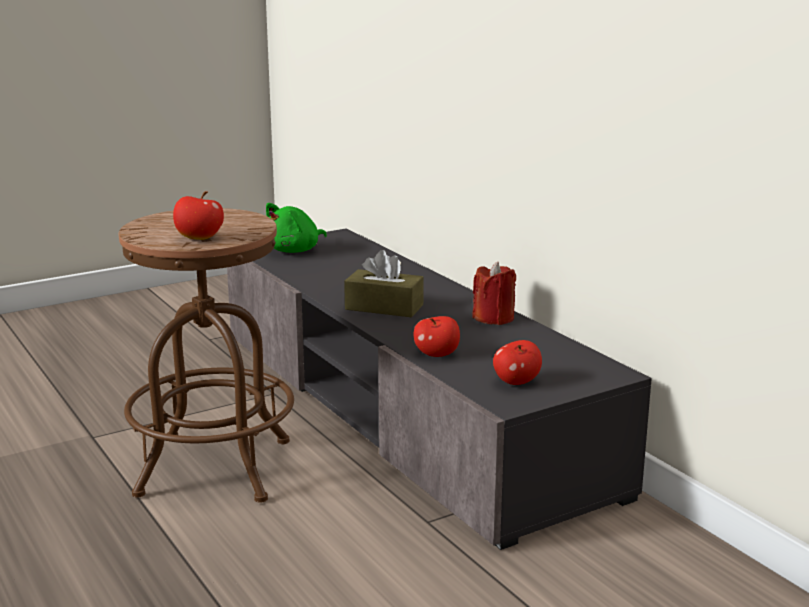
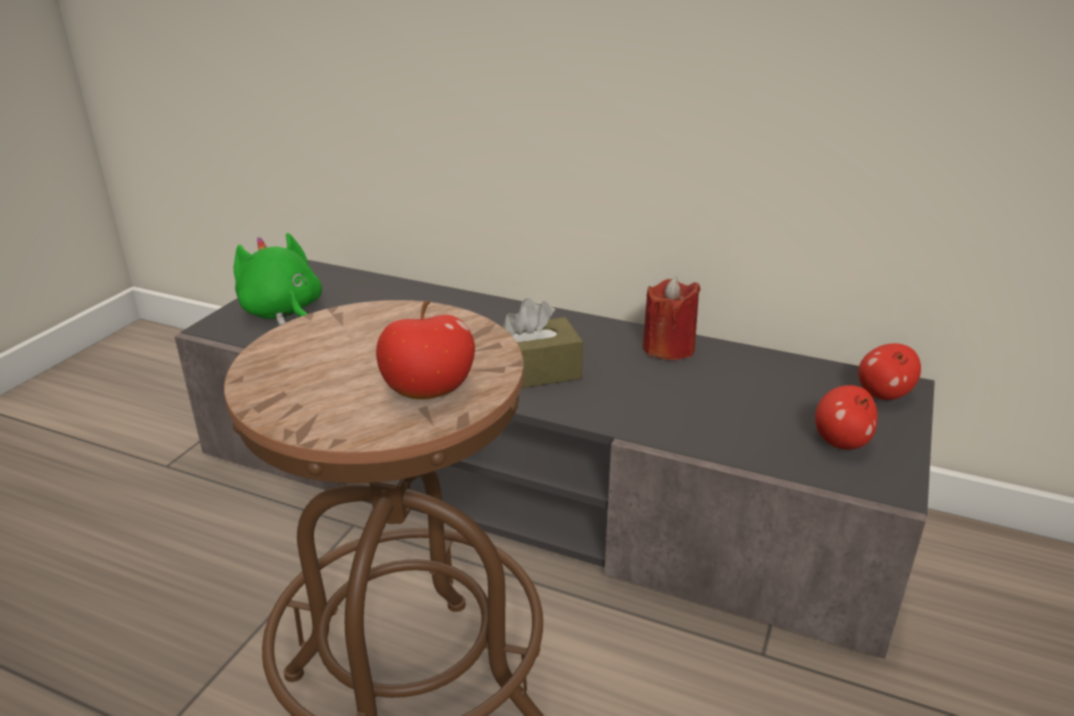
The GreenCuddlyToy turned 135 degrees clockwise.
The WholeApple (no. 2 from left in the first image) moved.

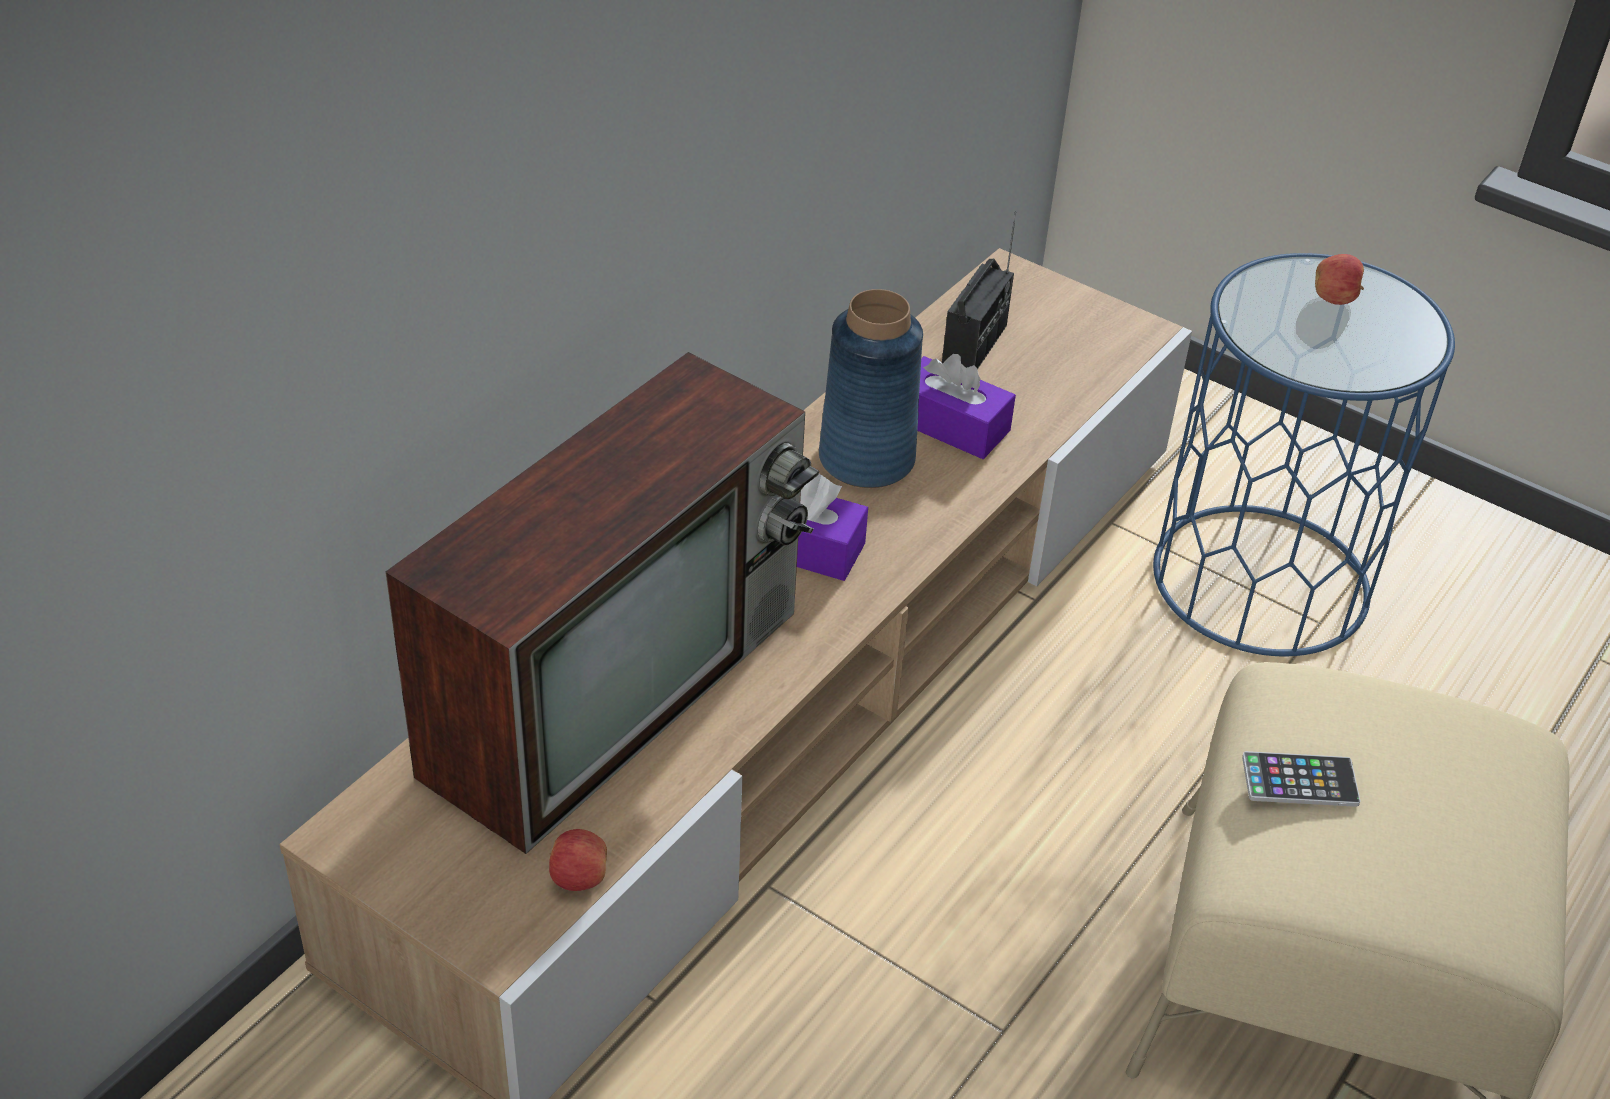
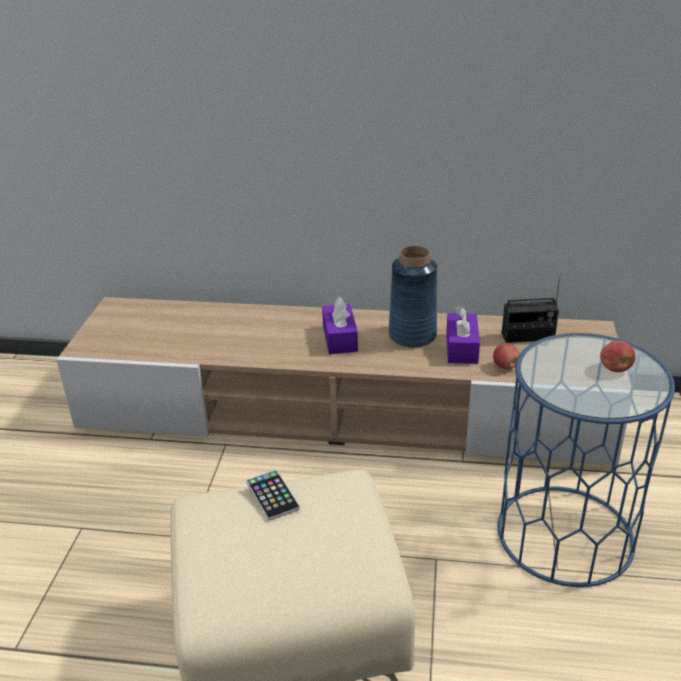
The Television disappeared.
The WholeApple (no. 1 from left) moved.

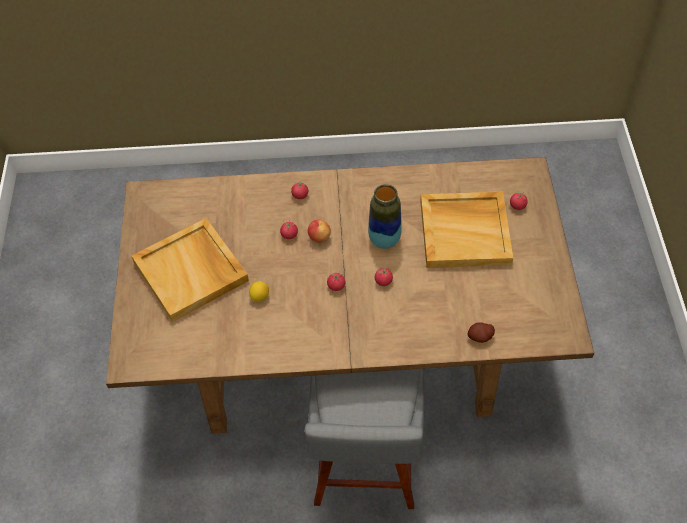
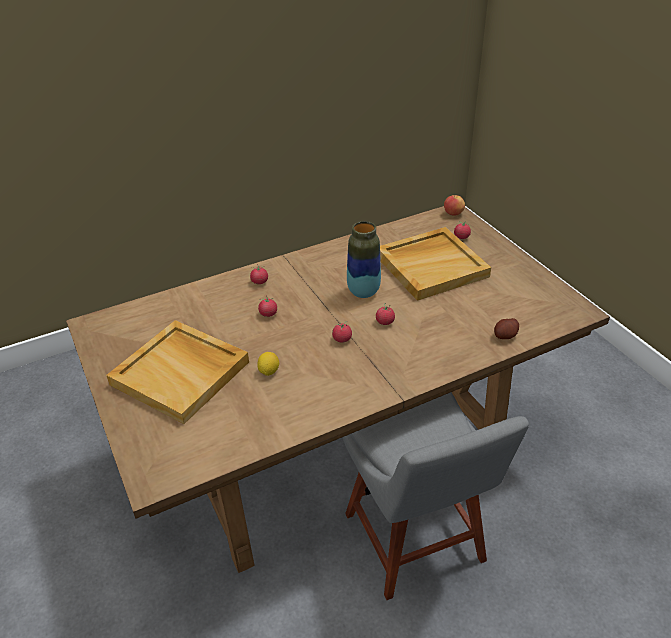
The WholeApple moved.

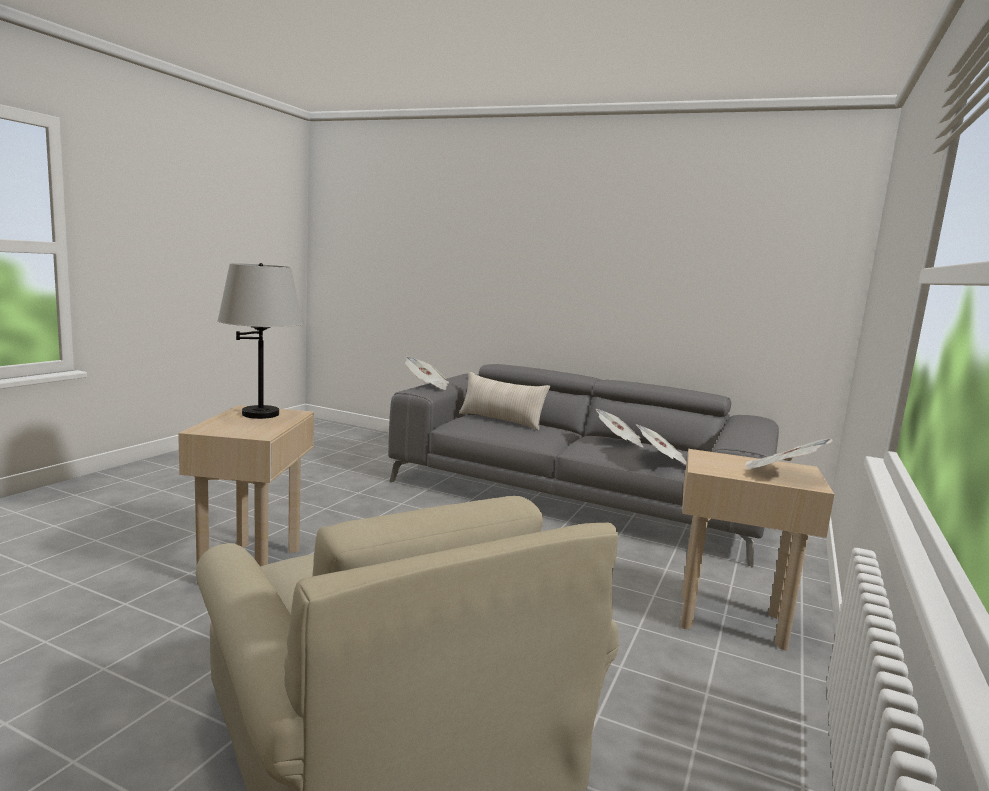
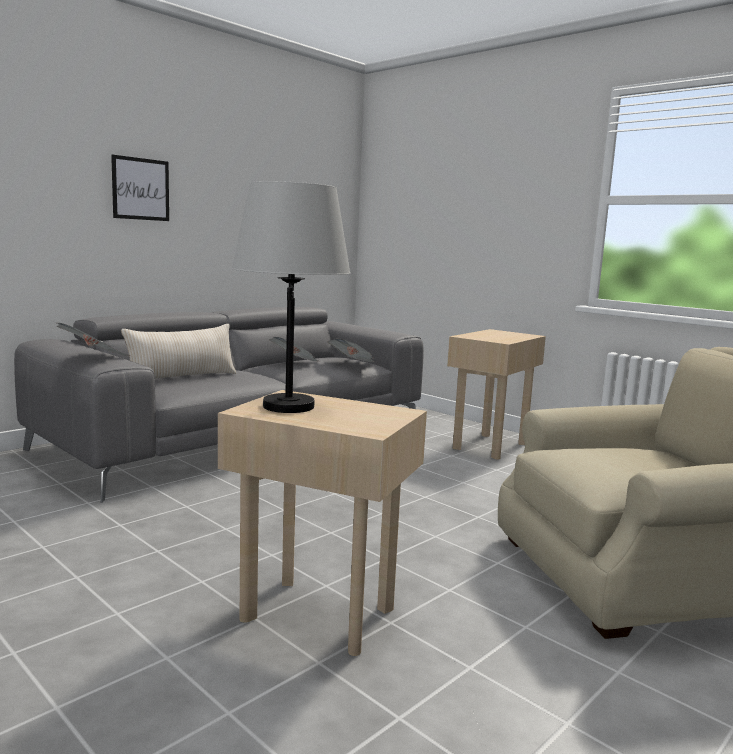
The PrintedPaper (no. 4 from left) disappeared.
The WallArt appeared.

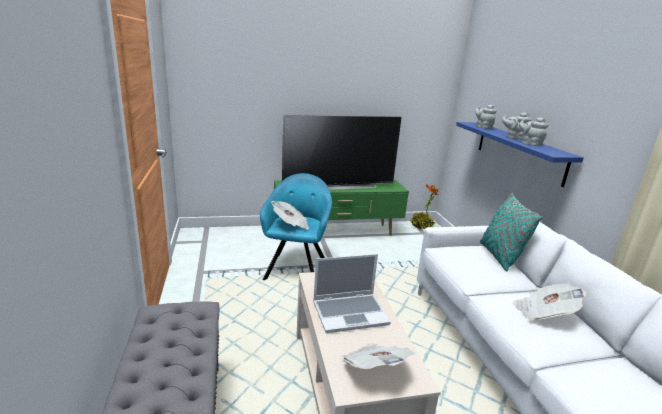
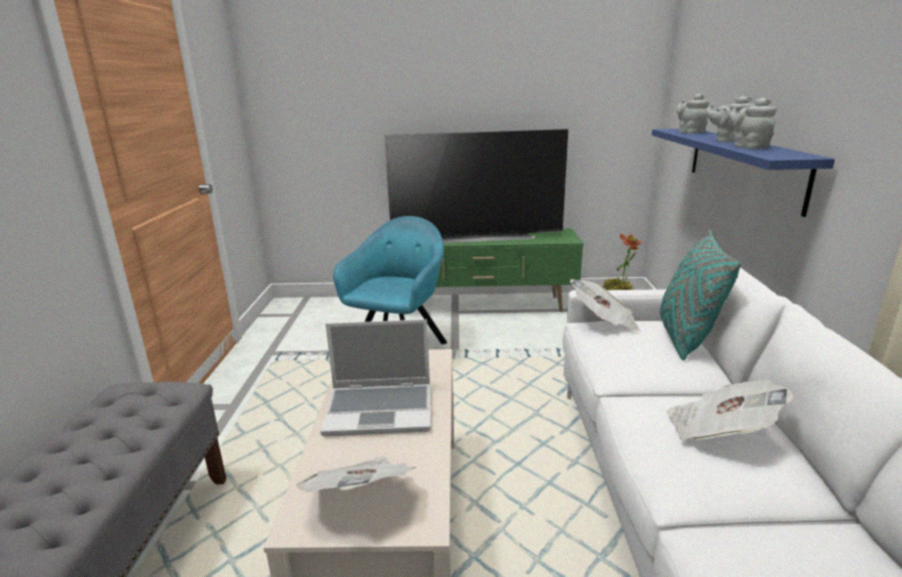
The PrintedPaper (no. 1 from left in the first image) moved.

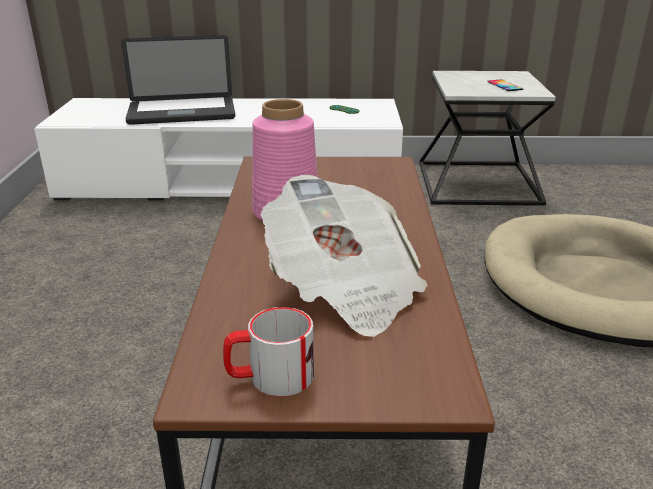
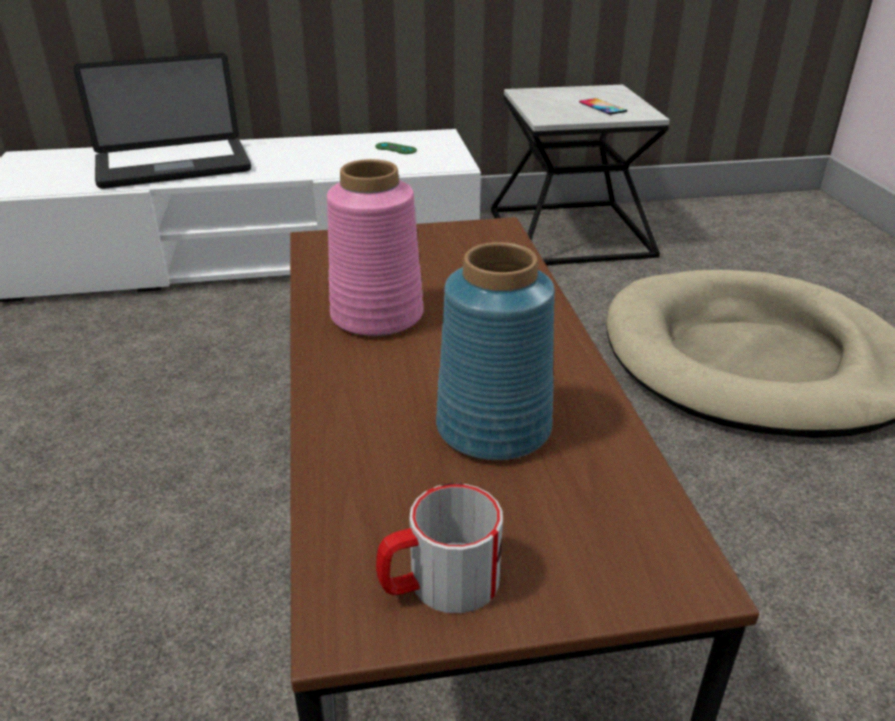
The PrintedPaper was replaced by the BluishDecorativeVase.

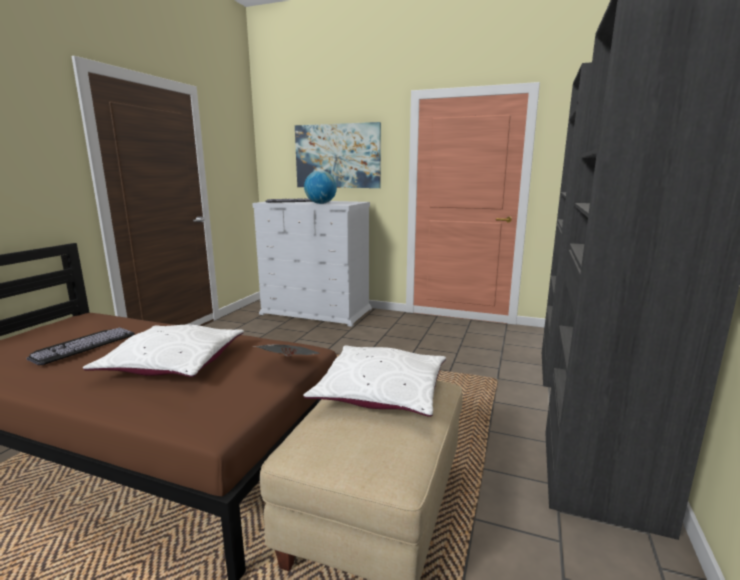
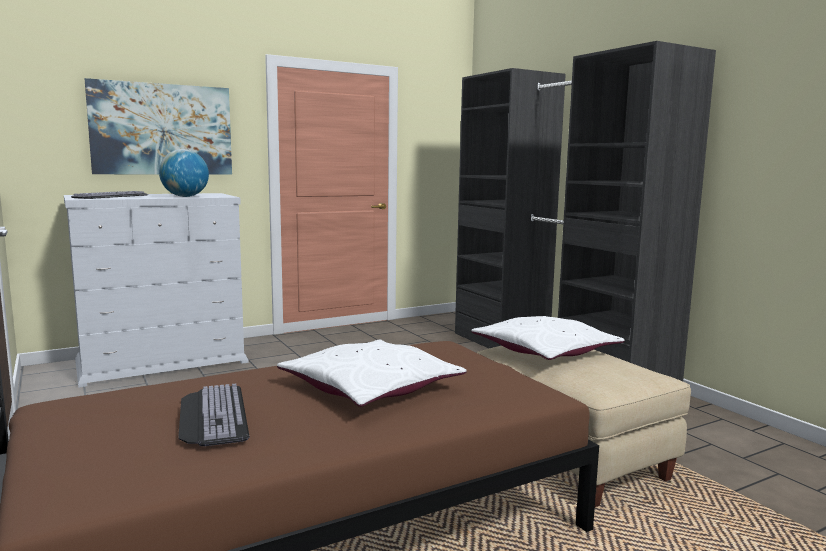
The PrintedPaper disappeared.

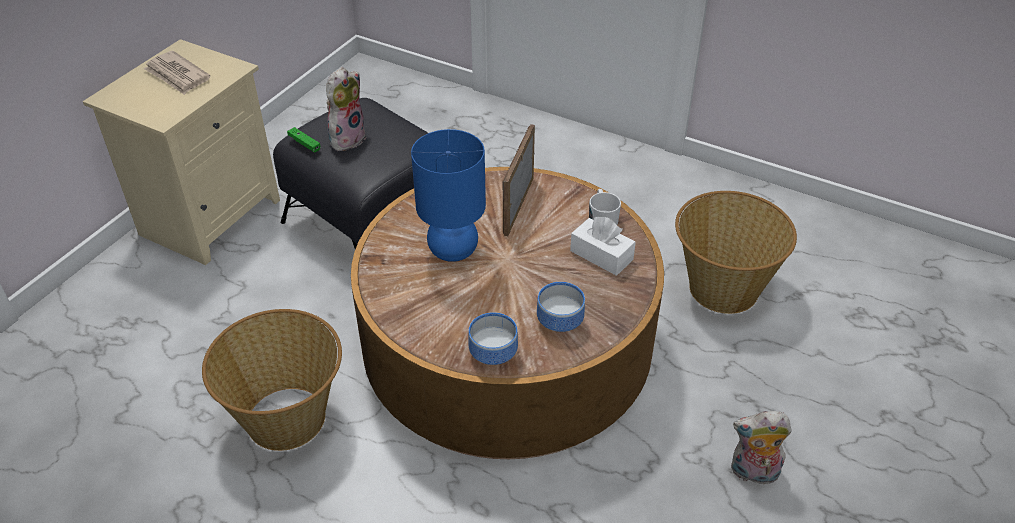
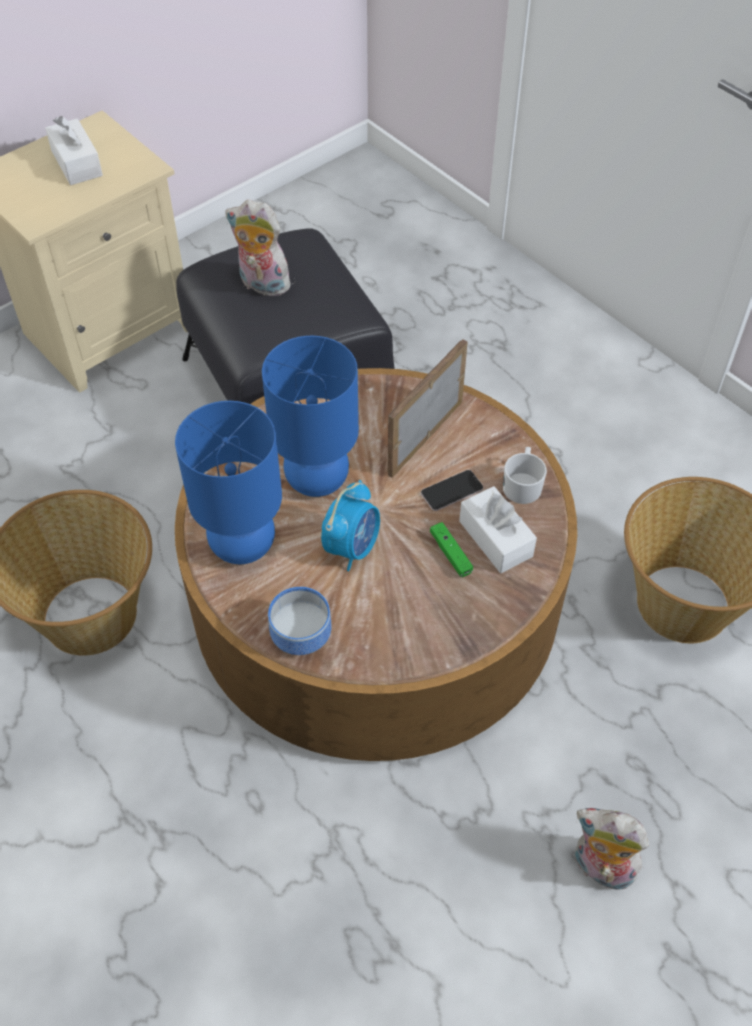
The PrintedPaper was replaced by the WhiteColouredBoxOfTissues (no. 1 from left).
The GreenGameController moved.
The CuddlyToy (no. 1 from left) turned 120 degrees counterclockwise.
The Bowl (no. 2 from left) disappeared.
The BluishTabletopLamp (no. 1 from left) appeared.
The AlarmClock appeared.
The Handset appeared.

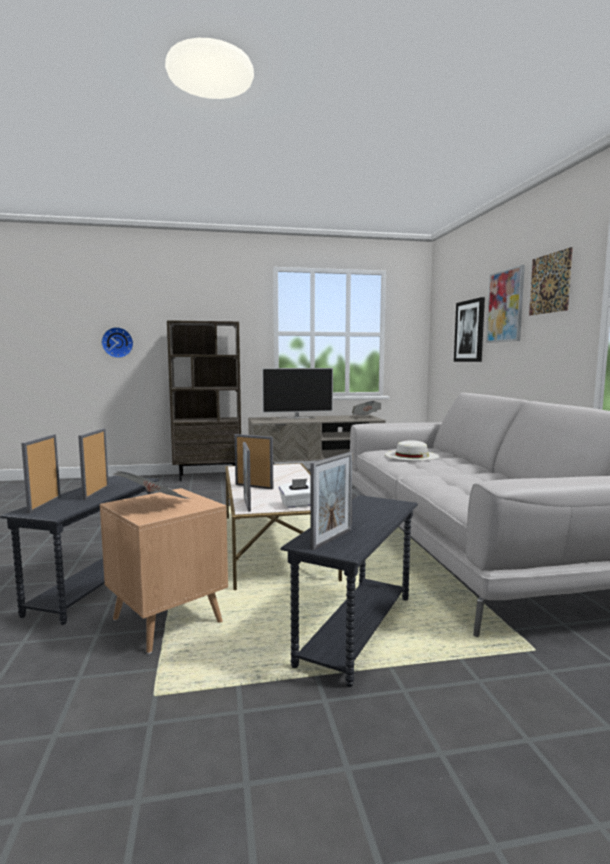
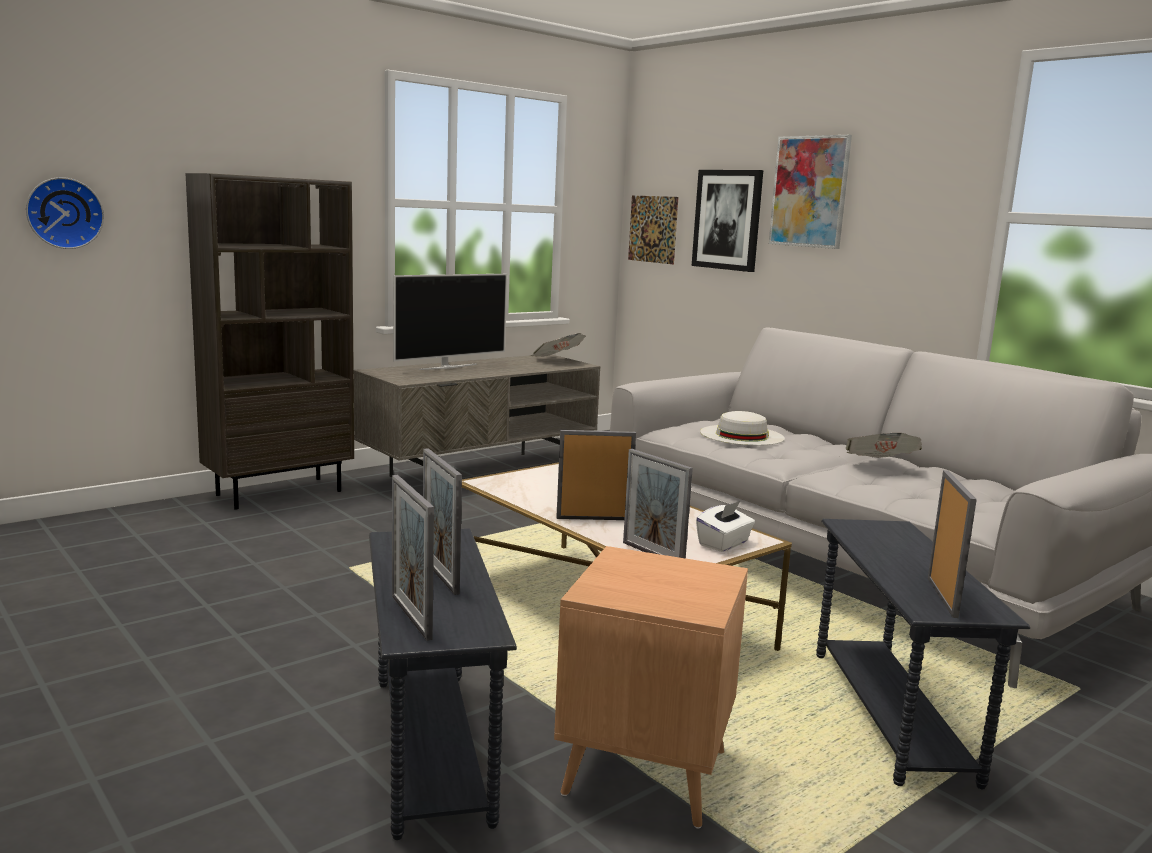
The PrintedPaper (no. 1 from left in the first image) moved.
The WallArt (no. 3 from left in the first image) moved.

